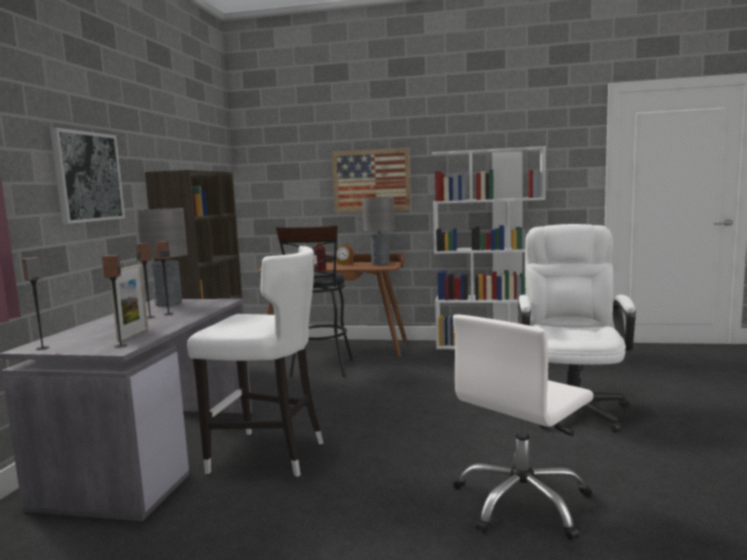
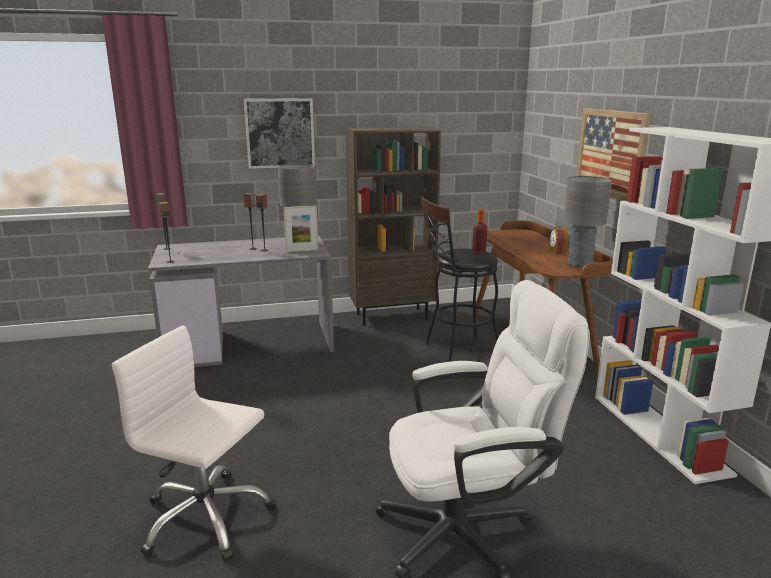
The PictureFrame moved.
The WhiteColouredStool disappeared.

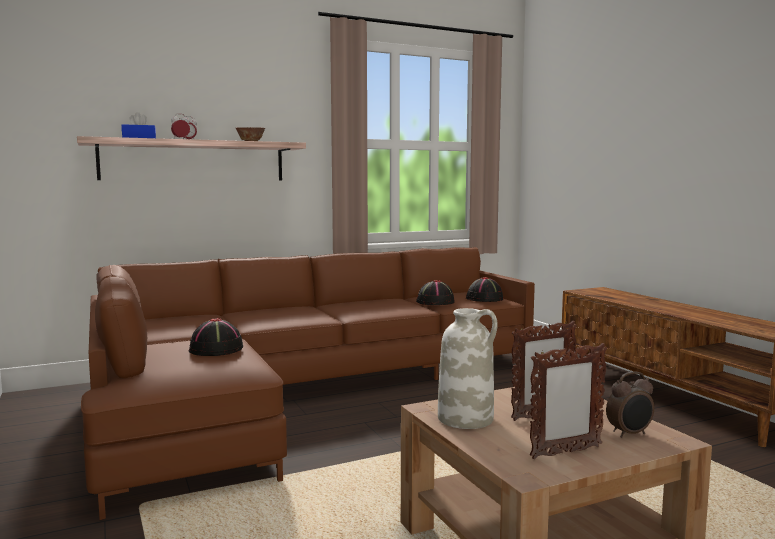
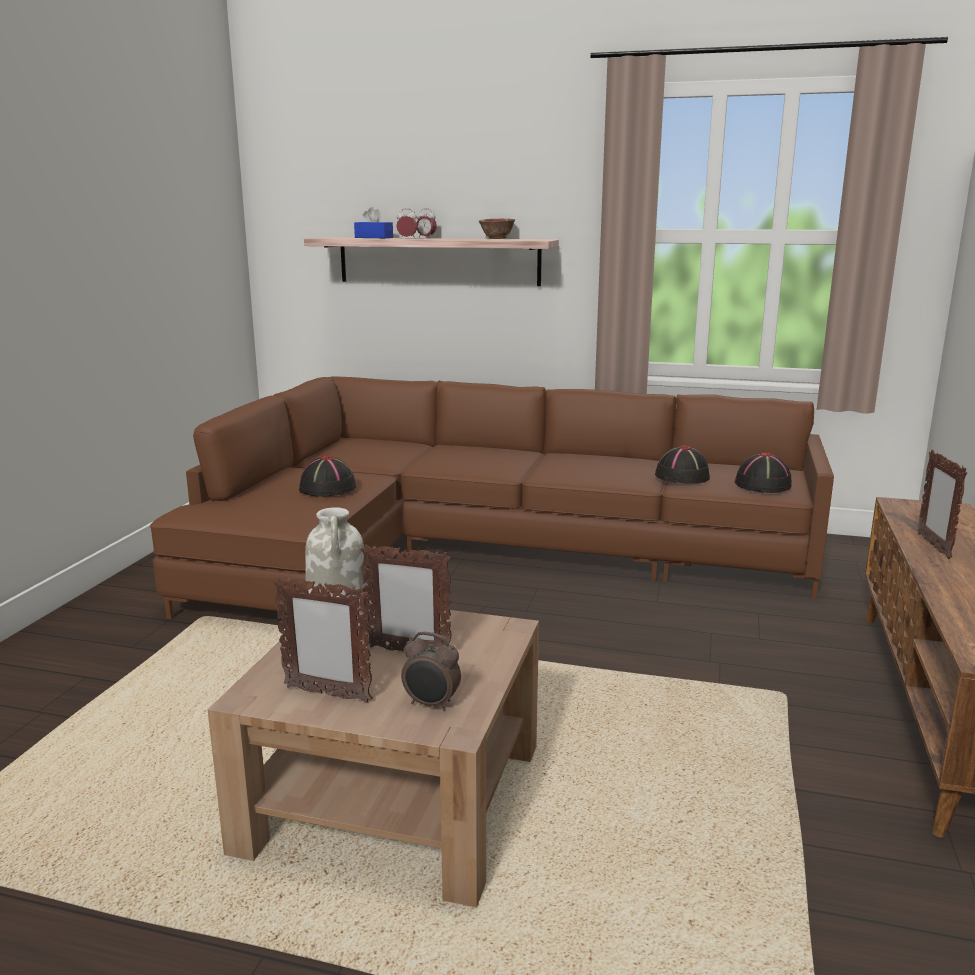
The PictureFrame (no. 3 from left) appeared.

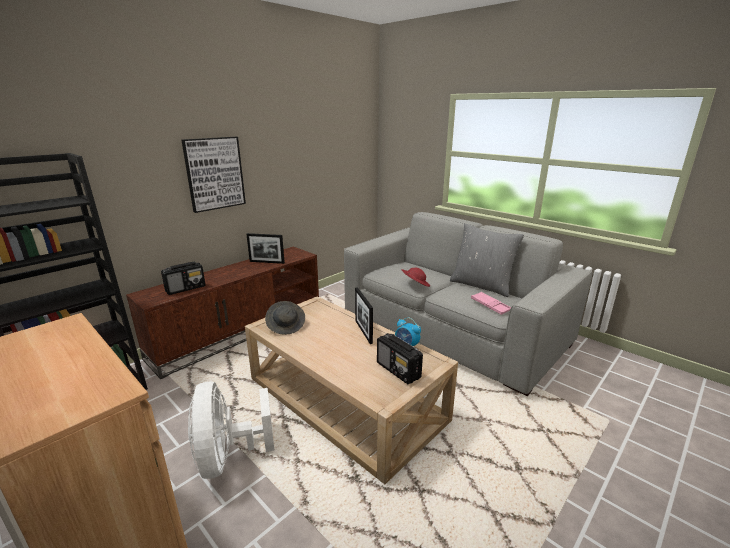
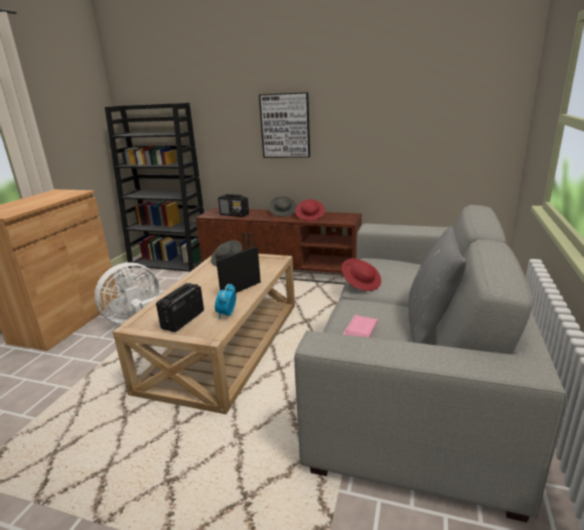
The PictureFrame (no. 1 from left) was replaced by the RedColouredHat (no. 1 from left).
The GreyHat (no. 2 from left) appeared.

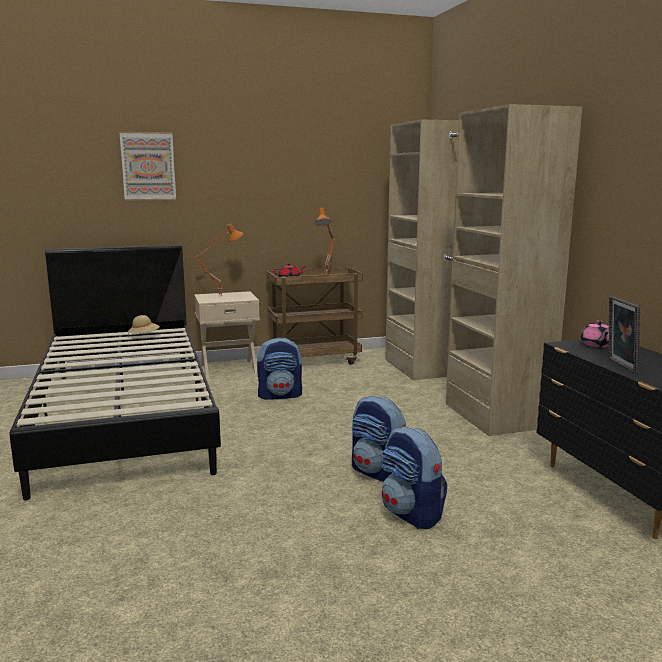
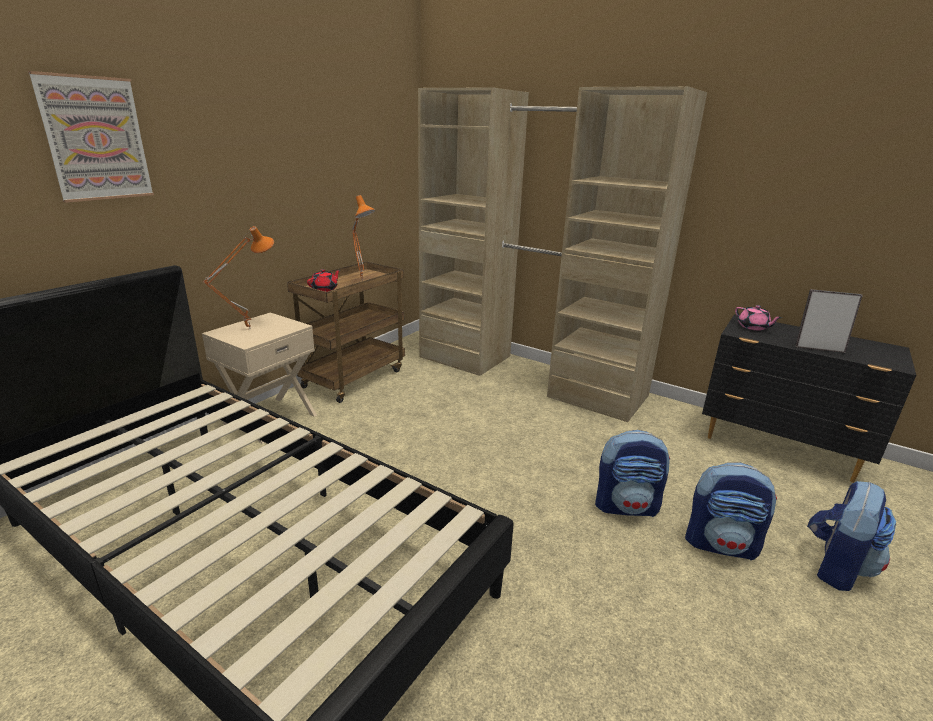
The BeigeHat disappeared.
The Knapsack (no. 1 from left in the first image) moved.
The PictureFrame turned 150 degrees clockwise.

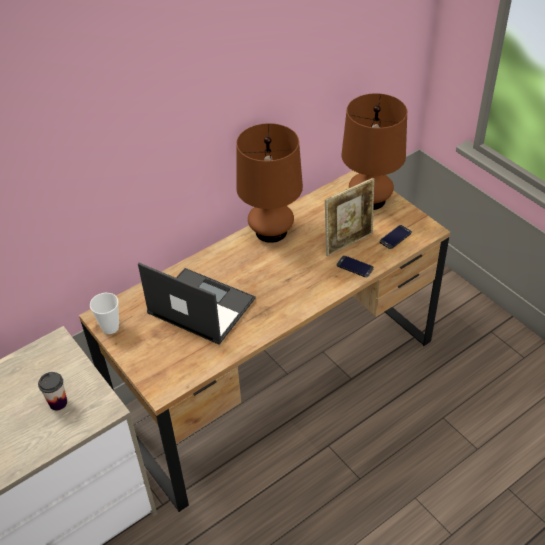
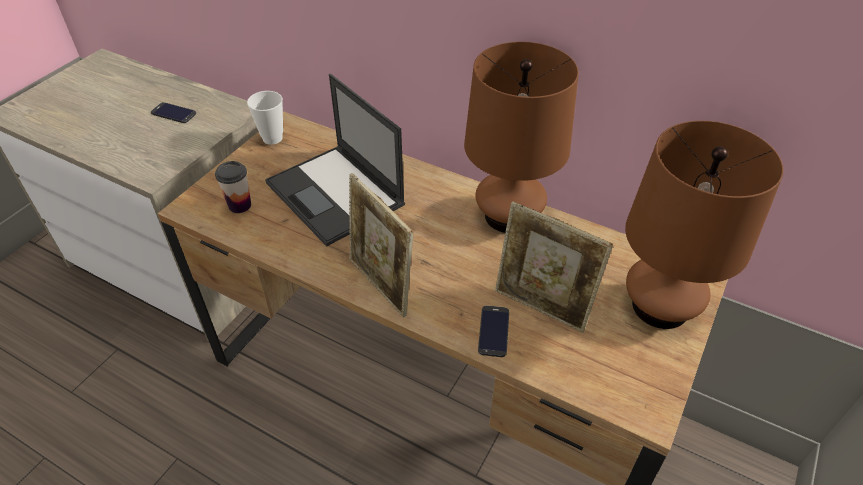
The Cup (no. 1 from left) moved.
The NotebookComputer turned 135 degrees clockwise.
The Handset (no. 2 from left in the first image) moved.
The PictureFrame (no. 1 from left) appeared.

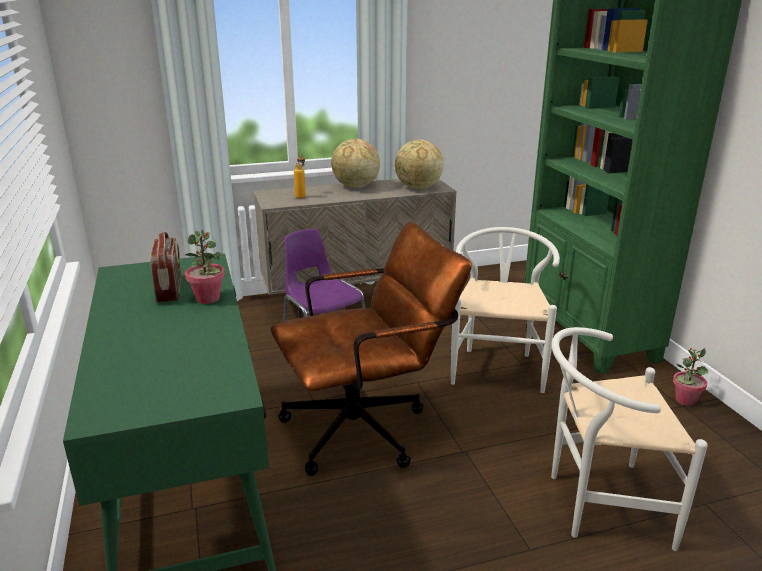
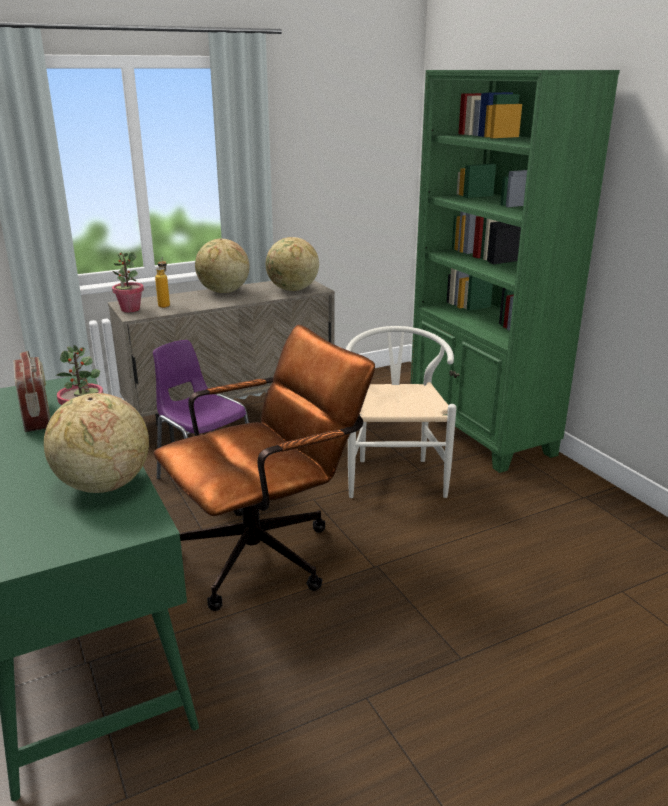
The WhiteColouredUprightChair (no. 2 from left) disappeared.
The PlantInAPot (no. 2 from left) moved.
The Globe (no. 1 from left) appeared.

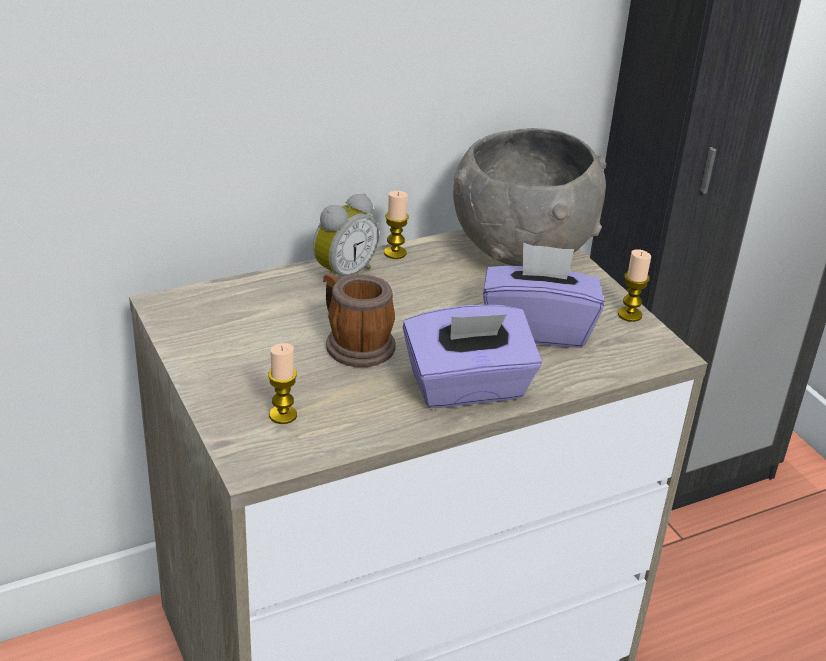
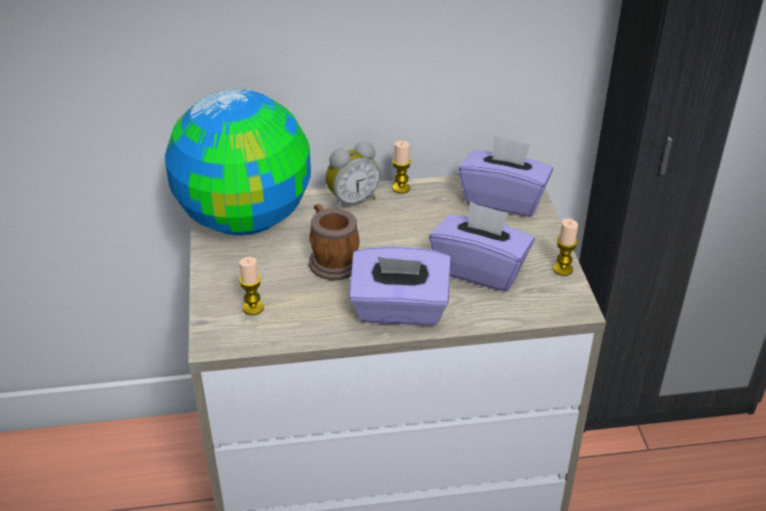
The GreyBowl was replaced by the PurpleColouredBoxOfTissues (no. 3 from left).
The Globe appeared.

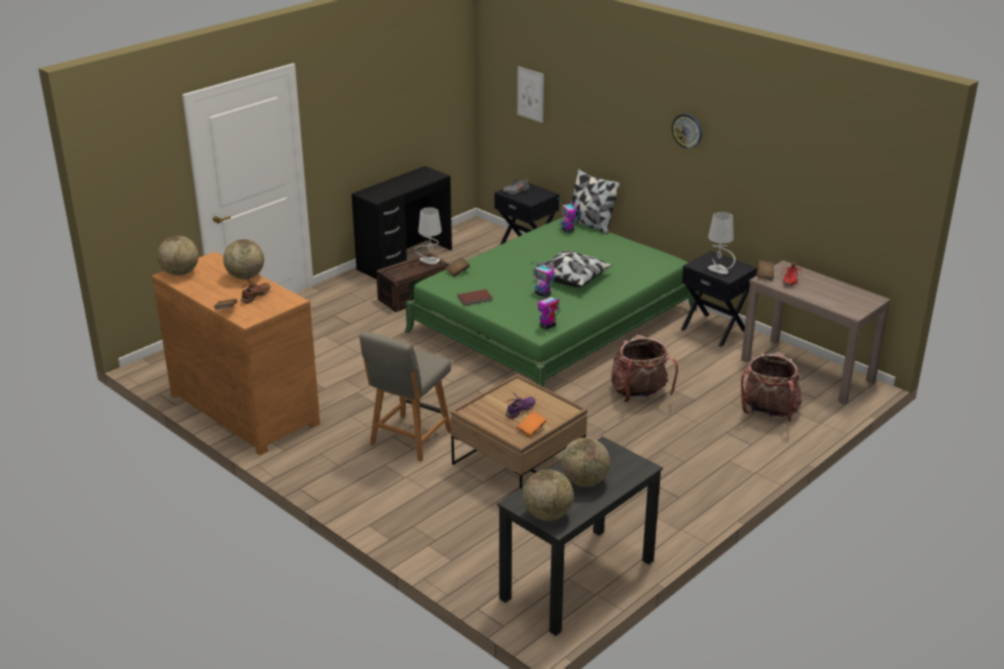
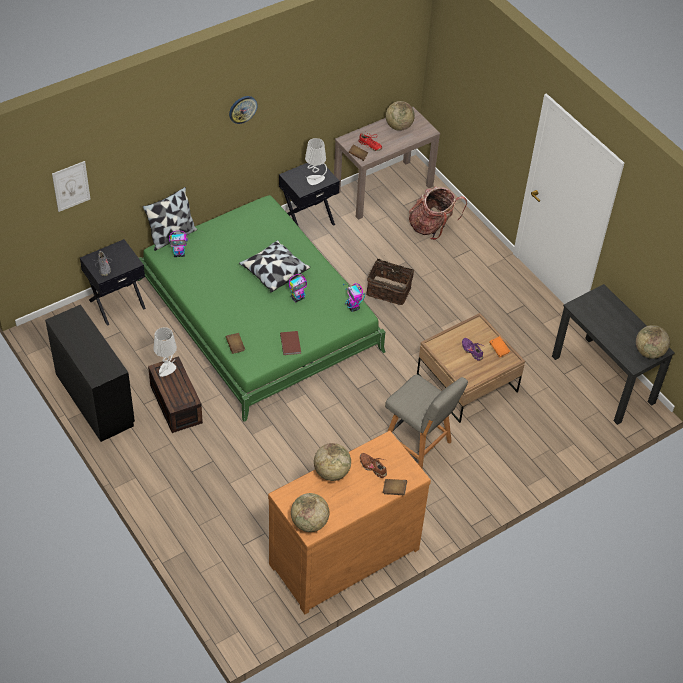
The Globe (no. 4 from left in the first image) moved.
The Knapsack (no. 1 from left) was replaced by the StorageBasket.

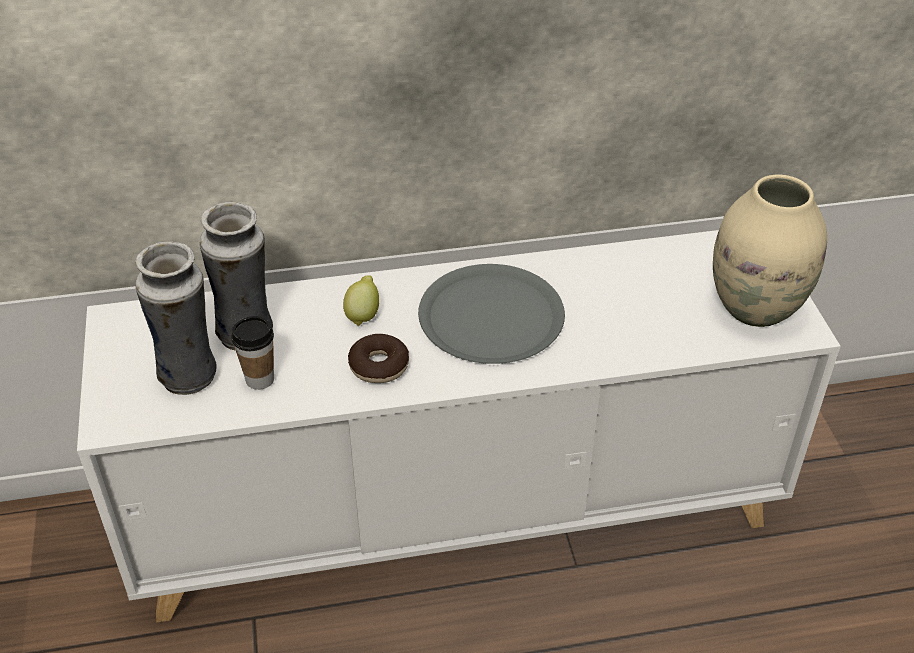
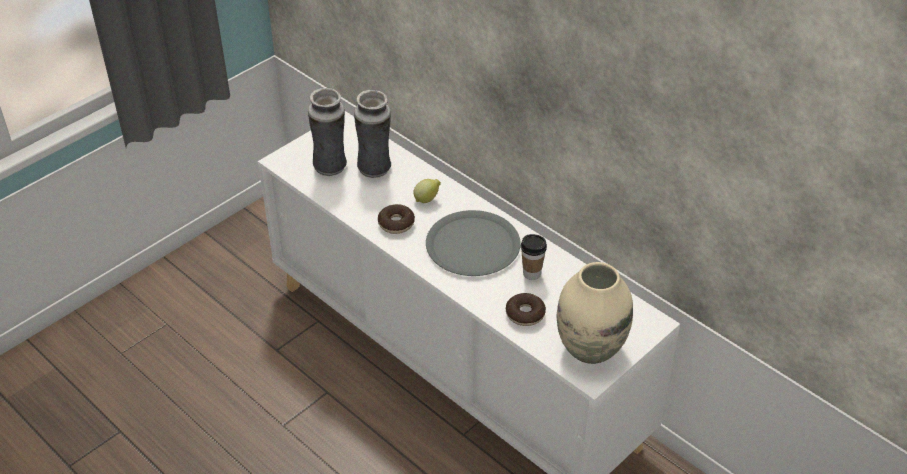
The Cup moved.
The Doughnut (no. 2 from left) appeared.

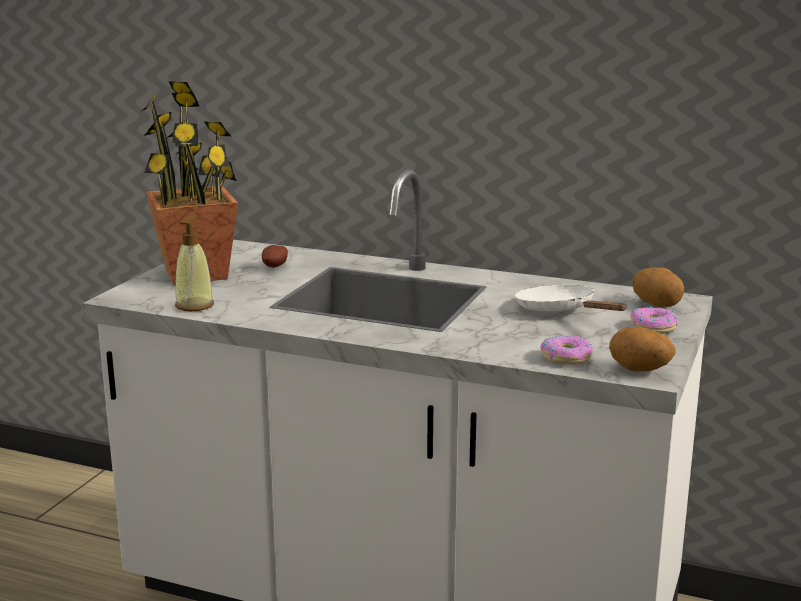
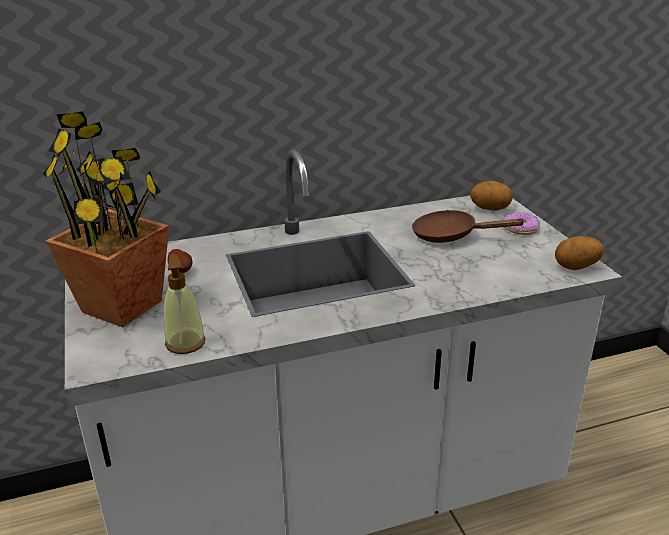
The WhiteColouredFryingPan became the BrownFryingPan.
The Doughnut (no. 1 from left) disappeared.

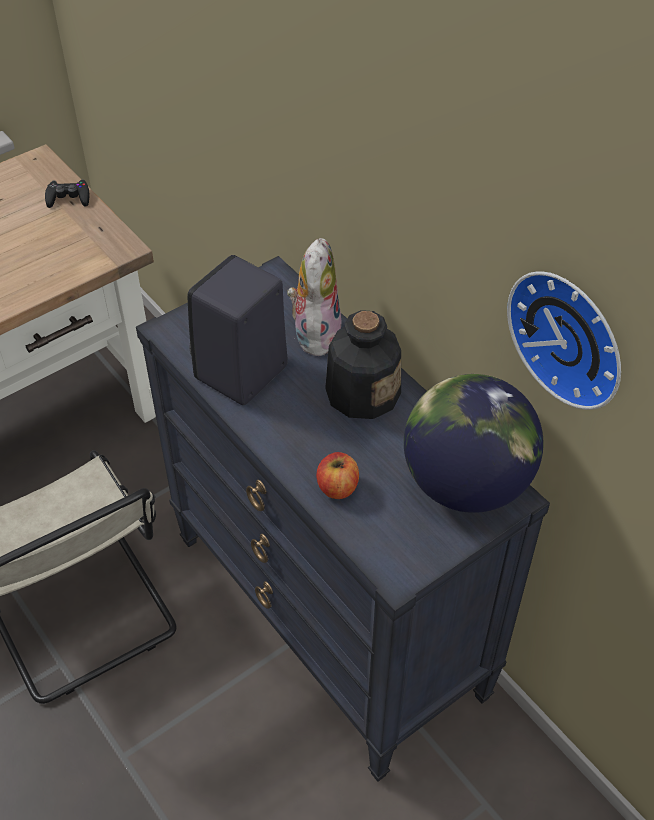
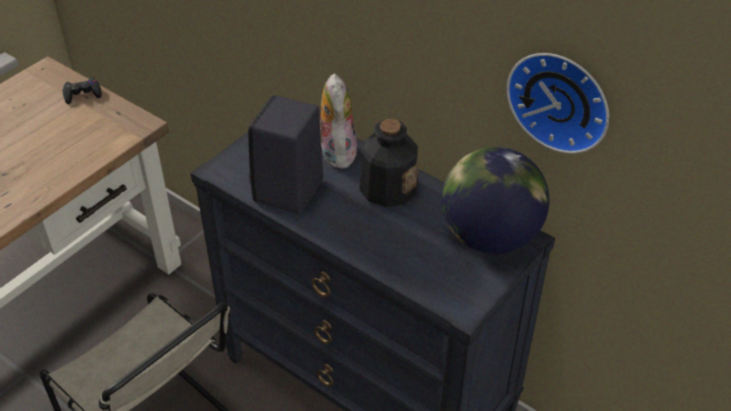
The WholeApple disappeared.

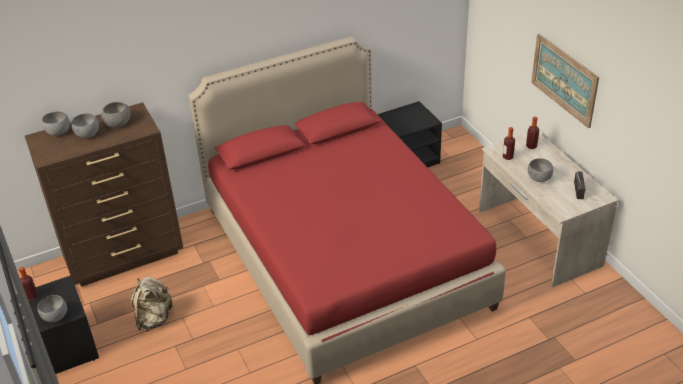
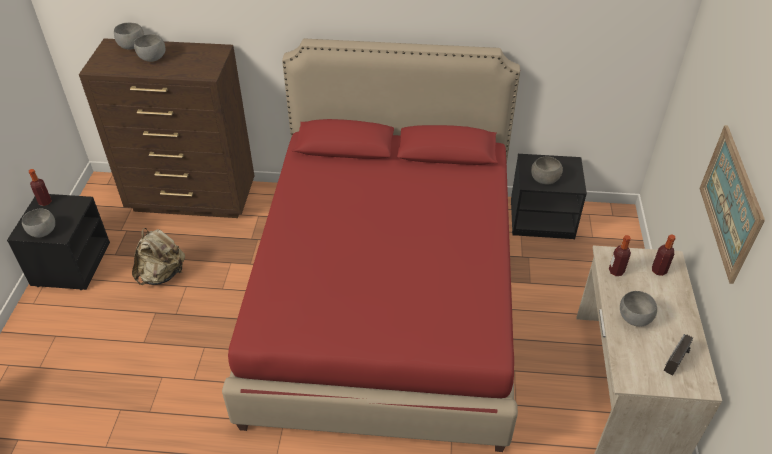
The GreyBowl (no. 4 from left) moved.

